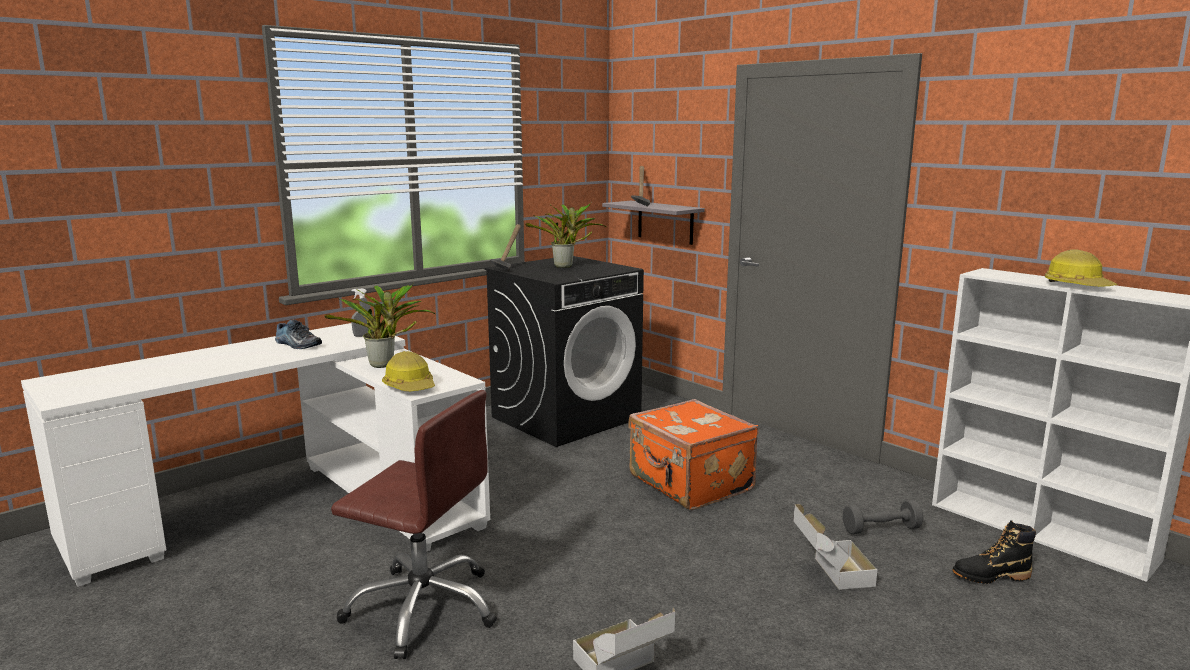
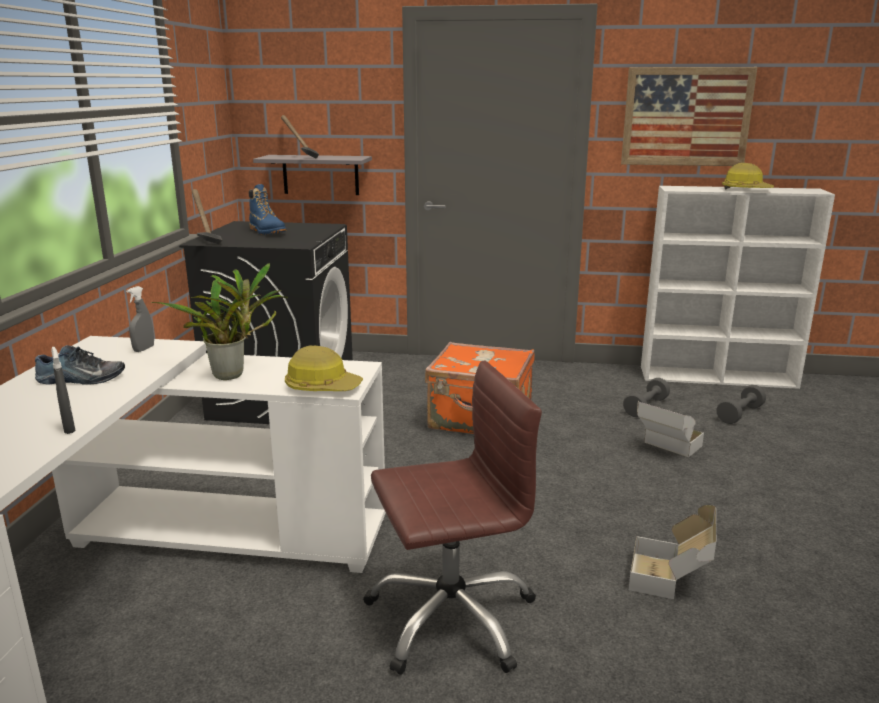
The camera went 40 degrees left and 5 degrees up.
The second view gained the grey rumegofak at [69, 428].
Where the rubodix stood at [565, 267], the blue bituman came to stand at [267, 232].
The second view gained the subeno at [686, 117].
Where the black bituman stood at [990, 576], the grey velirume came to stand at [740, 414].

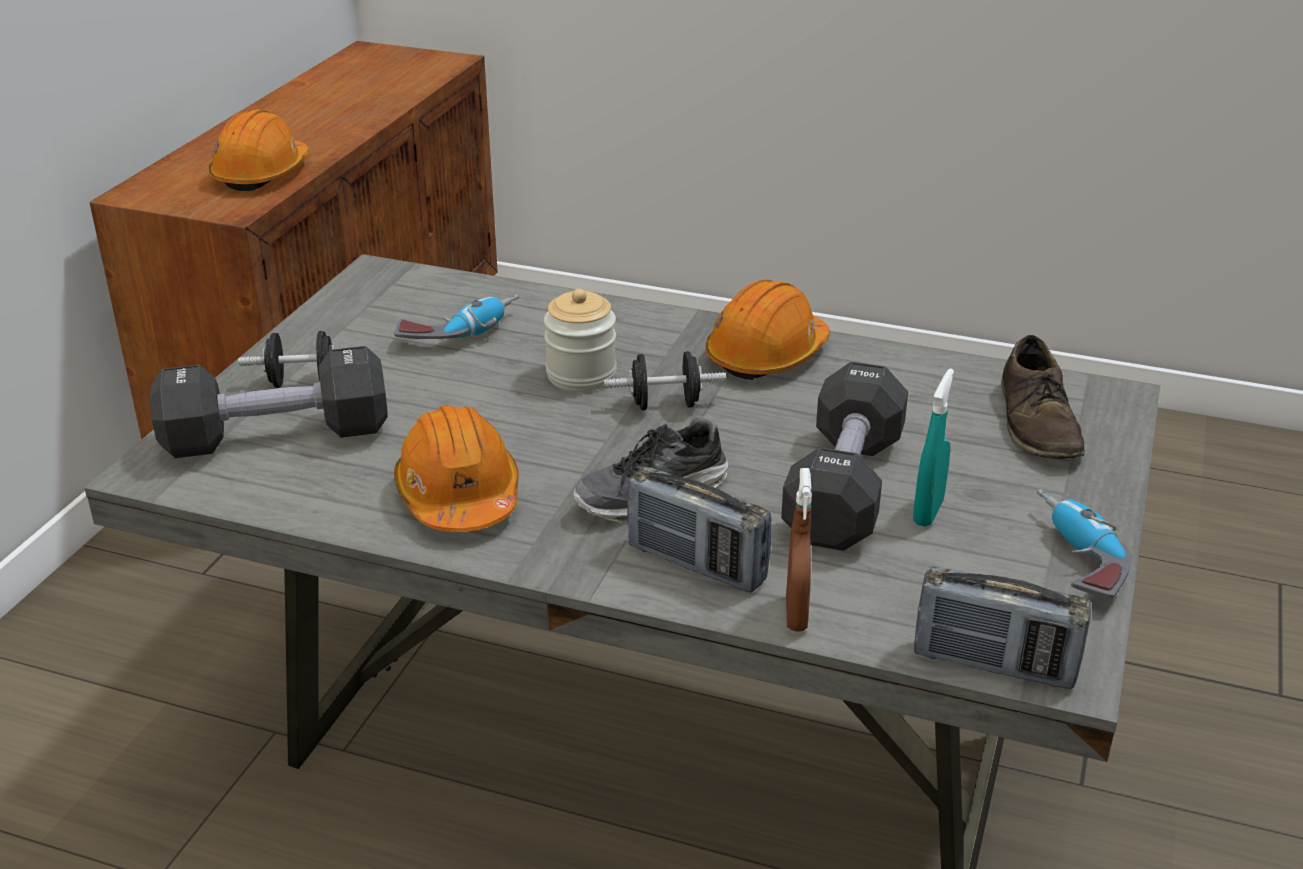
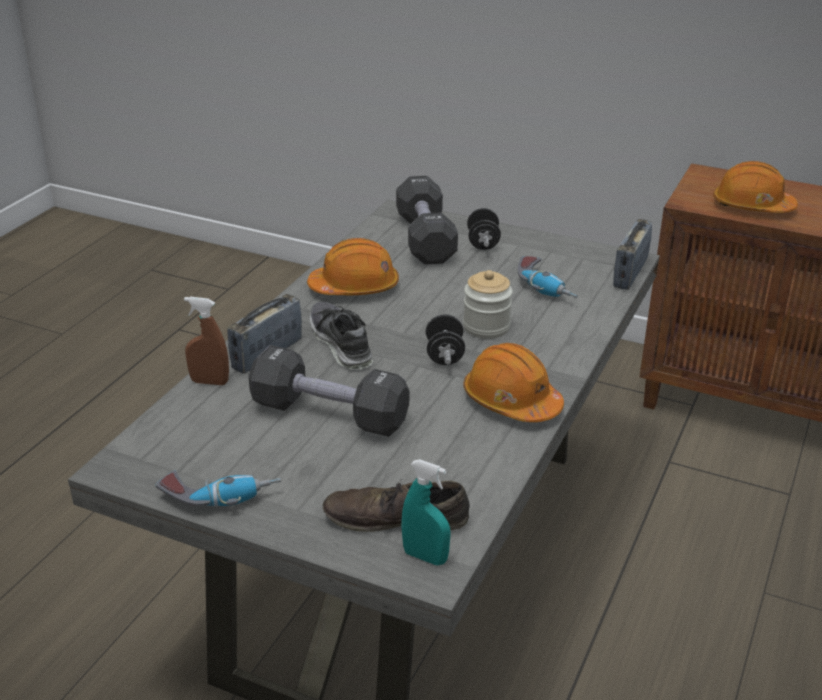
The camera went 95 degrees right and 0 degrees up.
The turquoise rumegofak ended up elsewhere, having gone from [928, 512] to [425, 557].
The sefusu ended up elsewhere, having gone from [994, 664] to [630, 273].

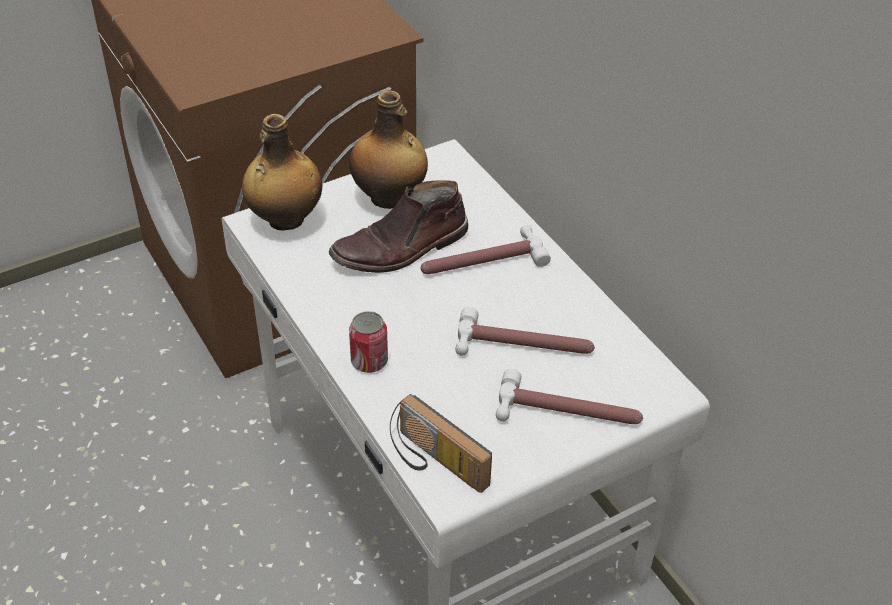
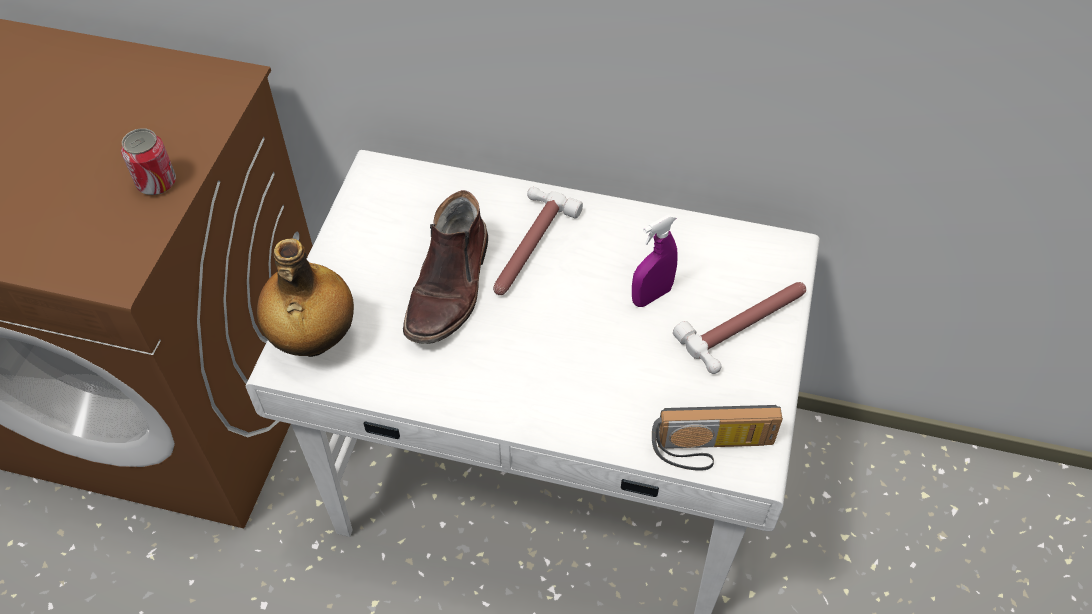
The camera went 45 degrees left and 10 degrees up.
The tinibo ended up elsewhere, having gone from [369, 361] to [156, 182].
Where the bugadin stood at [524, 346], the purple rumegofak came to stand at [651, 296].
The second view lost the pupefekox at [389, 198].

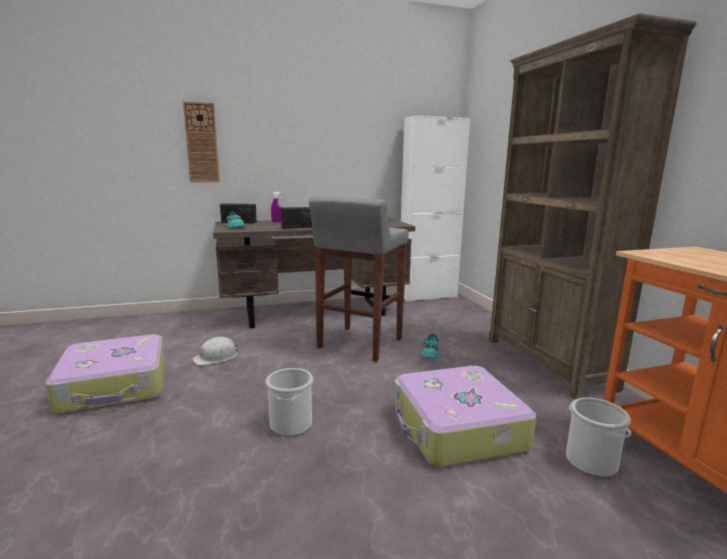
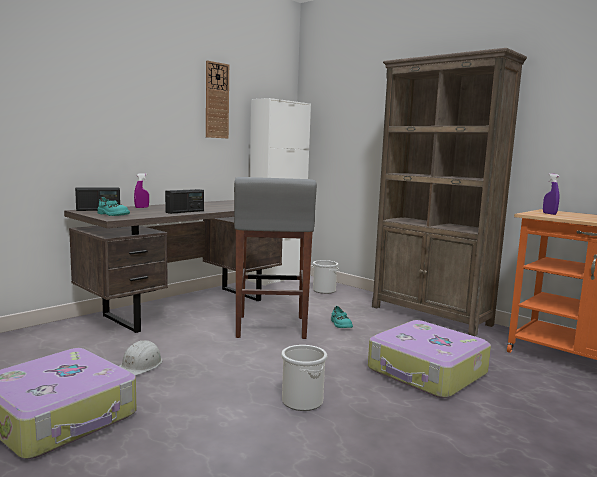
The camera went 30 degrees left and 5 degrees down.
The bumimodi ended up elsewhere, having gone from [202, 143] to [216, 100].
The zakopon ended up elsewhere, having gone from [591, 462] to [324, 290].
The second view gained the purple rumegofak at [549, 213].

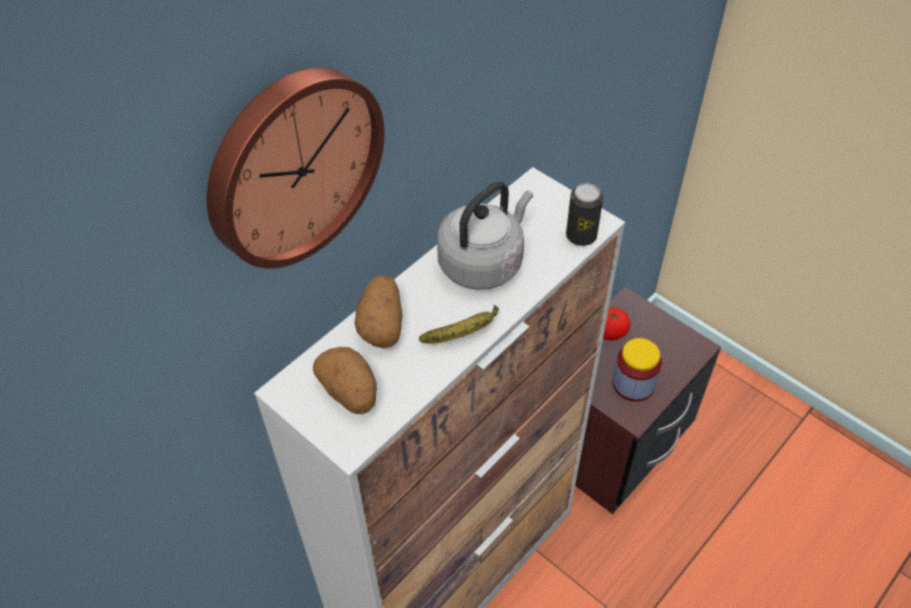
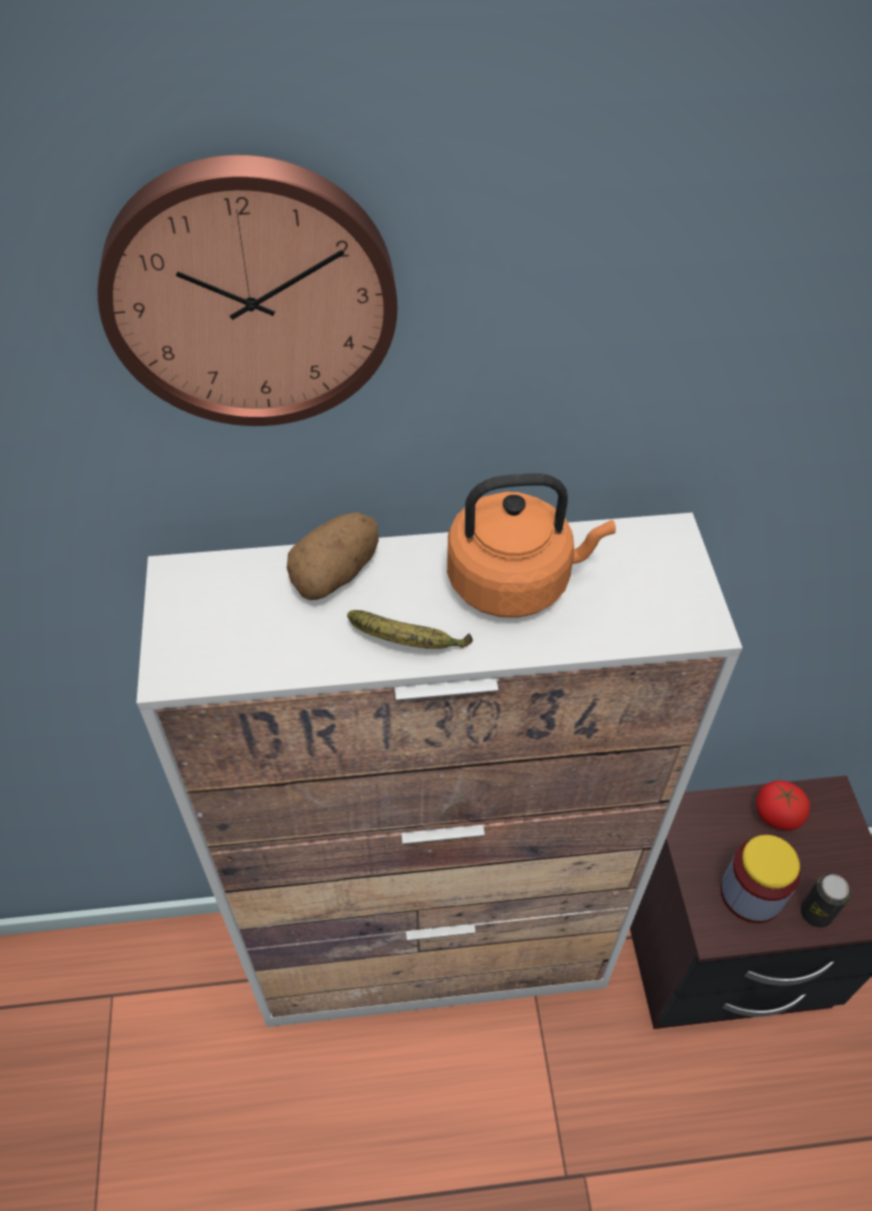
The camera went 40 degrees right and 0 degrees up.
What was the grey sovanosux at [483, 262] turned into the orange sovanosux at [515, 581].
The tinibo ended up elsewhere, having gone from [581, 236] to [815, 913].
The second view lost the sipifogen at [350, 393].

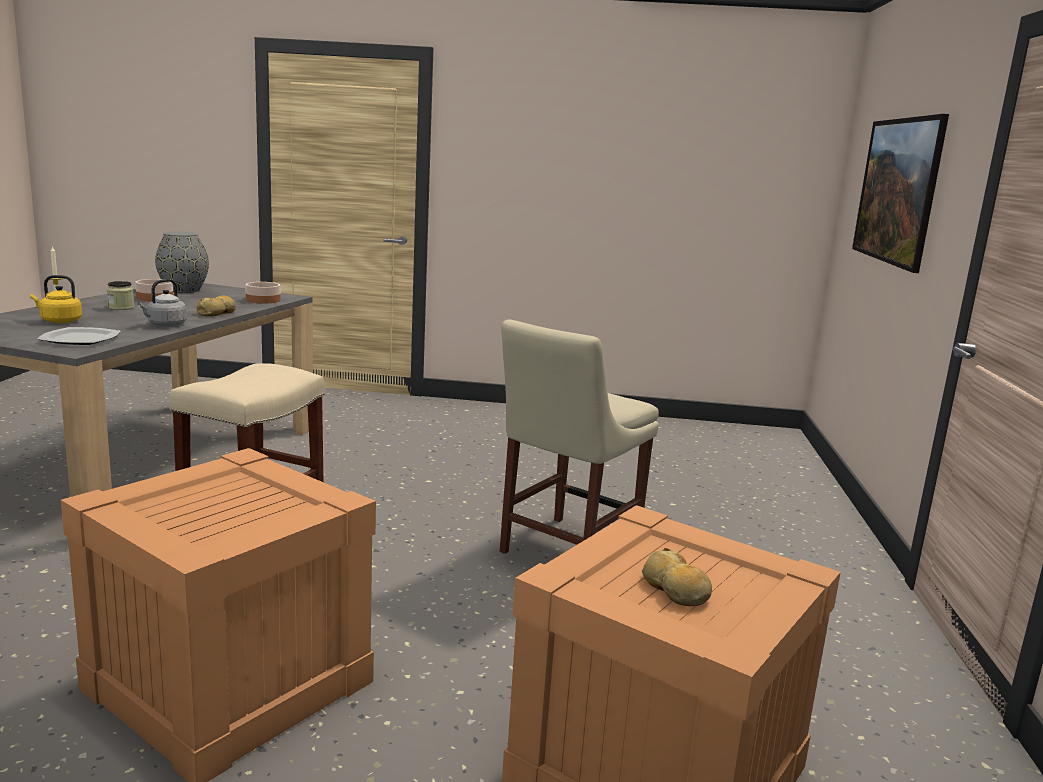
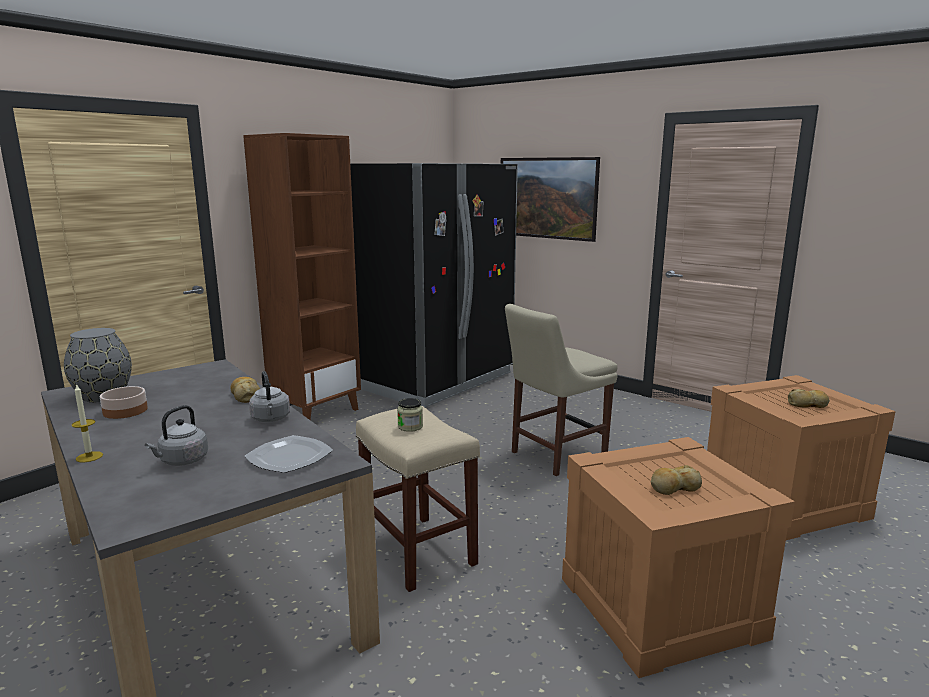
The camera went 55 degrees left and 0 degrees up.
What was the yellow sovanosux at [59, 321] turned into the grey sovanosux at [182, 461].
The second view gained the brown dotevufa at [316, 412].
The second view gained the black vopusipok at [434, 380].
The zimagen ended up elsewhere, having gone from [121, 308] to [410, 427].
The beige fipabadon at [565, 551] ended up facing another way, 75 degrees clockwise from before.
The second view gained the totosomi at [674, 487].
The second view lost the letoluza at [262, 300].

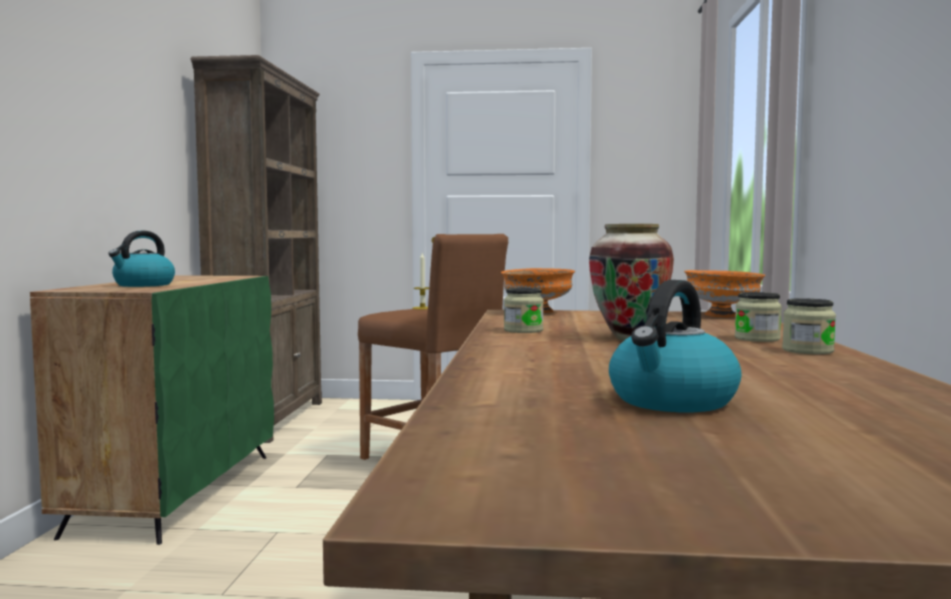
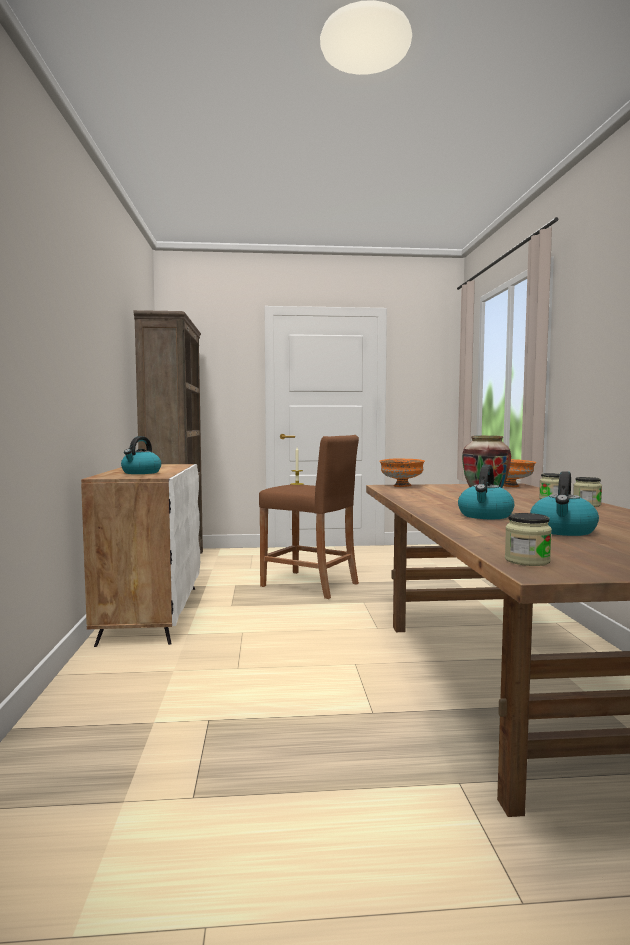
The camera went 10 degrees left and 0 degrees up.
What was the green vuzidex at [176, 491] turned into the white vuzidex at [151, 613].
The second view gained the sovanosux at [485, 516].
The zimagen ended up elsewhere, having gone from [523, 330] to [527, 561].

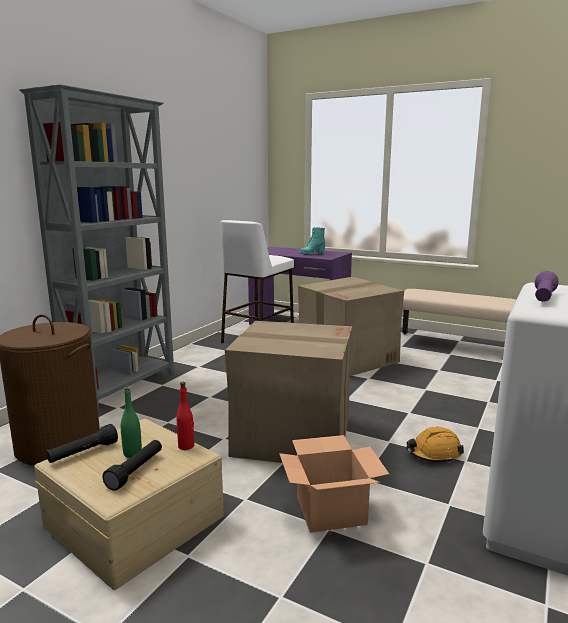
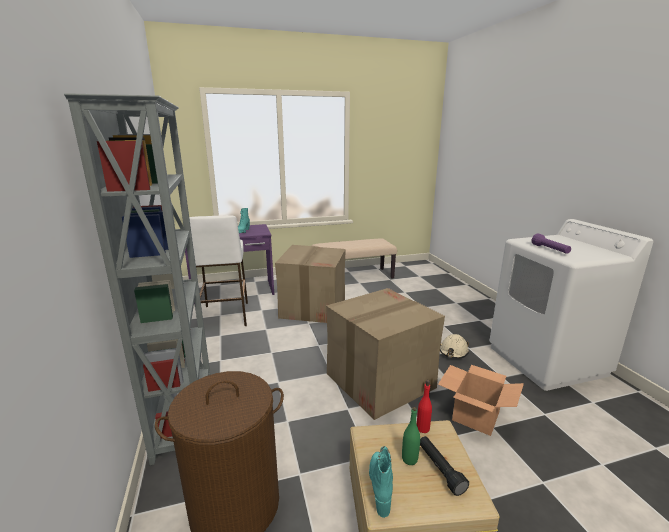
The camera went 45 degrees left and 5 degrees up.
Where the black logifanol stood at [83, 453], the turquoise bituman came to stand at [381, 486].
What was the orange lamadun at [434, 454] turned into the beige lamadun at [453, 352].

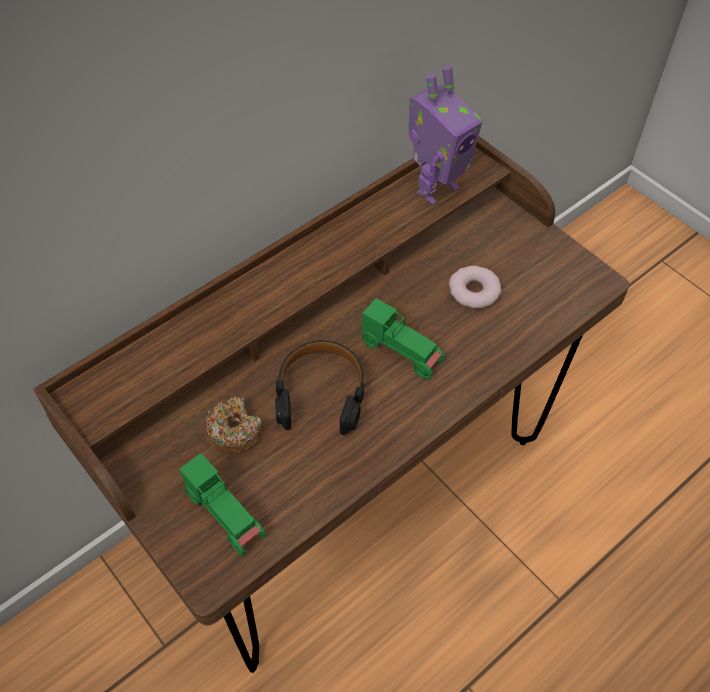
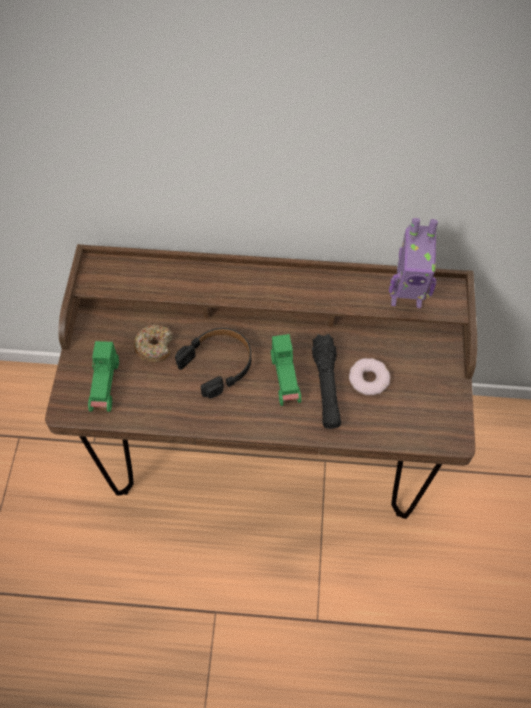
The camera went 45 degrees right and 5 degrees up.
The second view gained the black logifanol at [326, 386].

